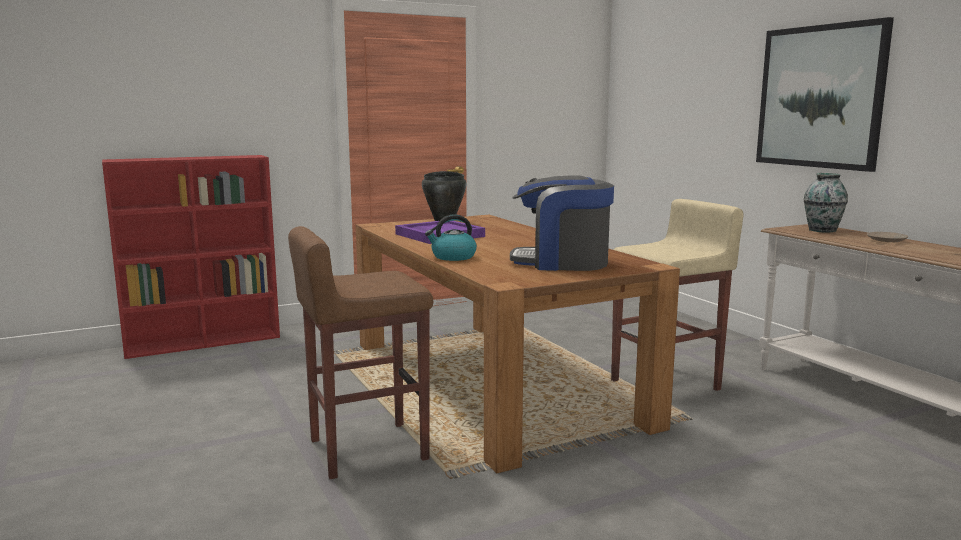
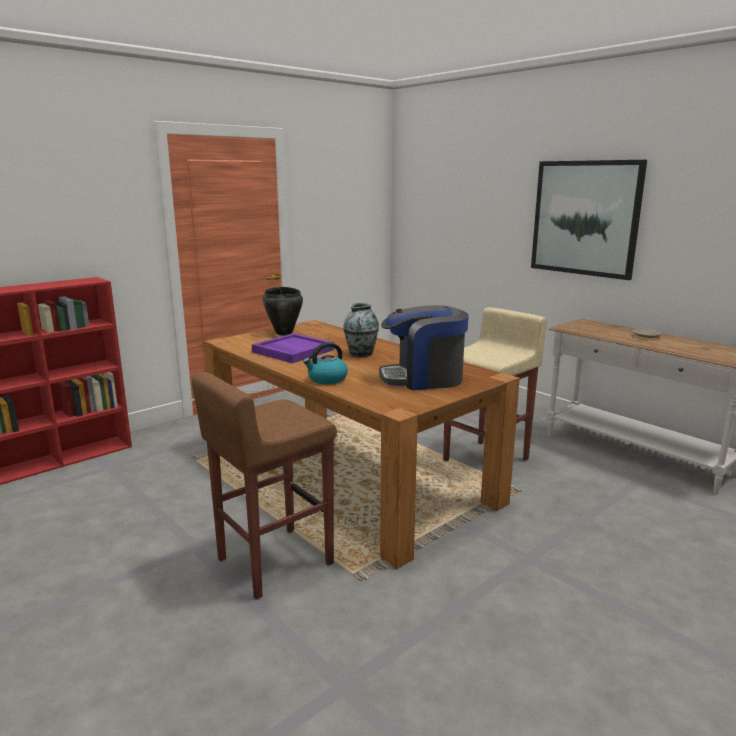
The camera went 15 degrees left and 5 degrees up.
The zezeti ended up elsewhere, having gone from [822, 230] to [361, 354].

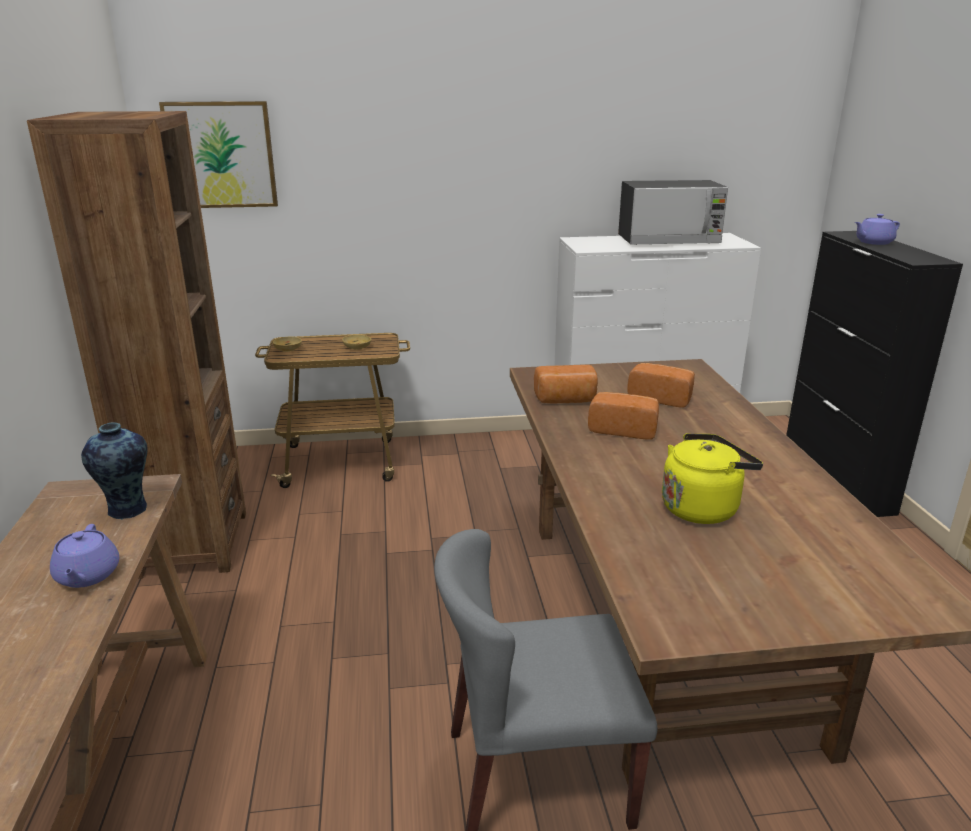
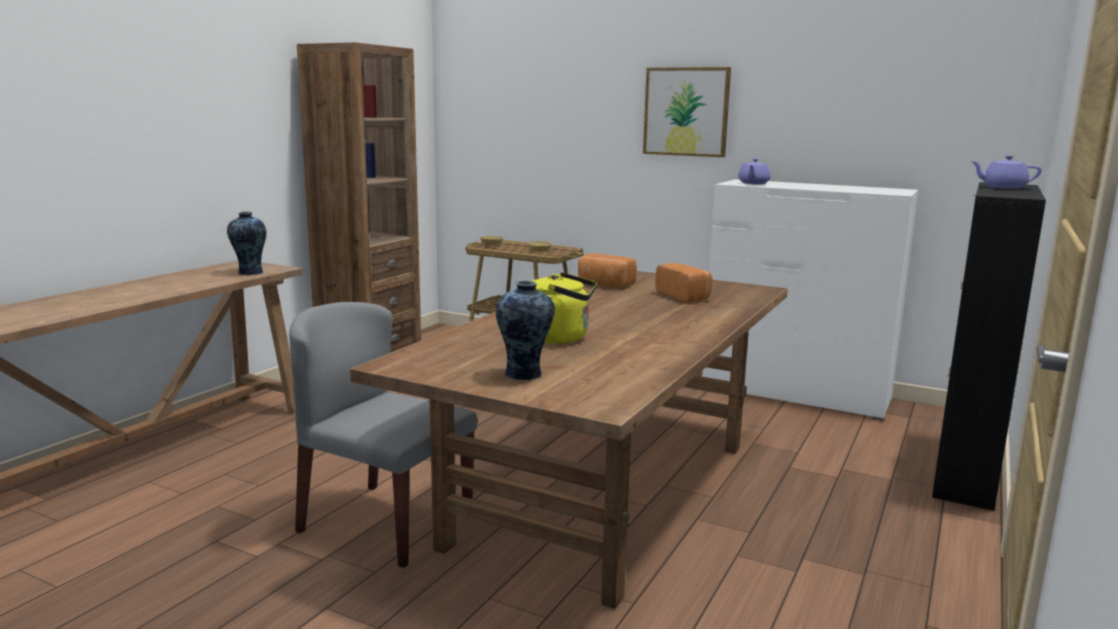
The camera went 35 degrees right and 10 degrees down.
The second view gained the zezeti at [525, 375].
The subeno ended up elsewhere, having gone from [221, 155] to [686, 112].
The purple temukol ended up elsewhere, having gone from [87, 576] to [753, 183].
The second view lost the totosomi at [623, 429].
The second view lost the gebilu at [669, 240].

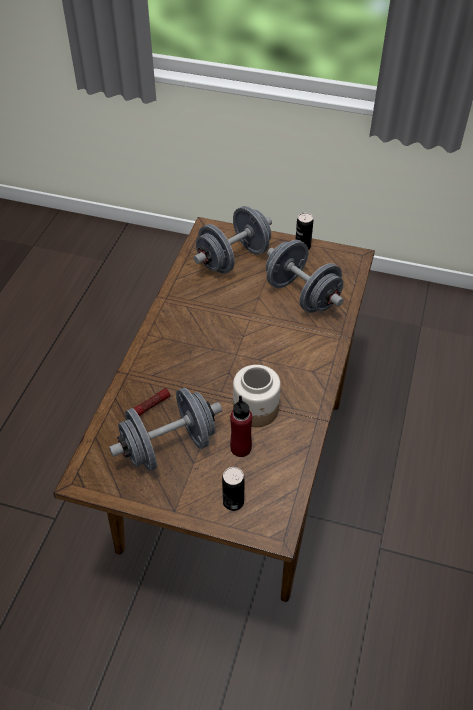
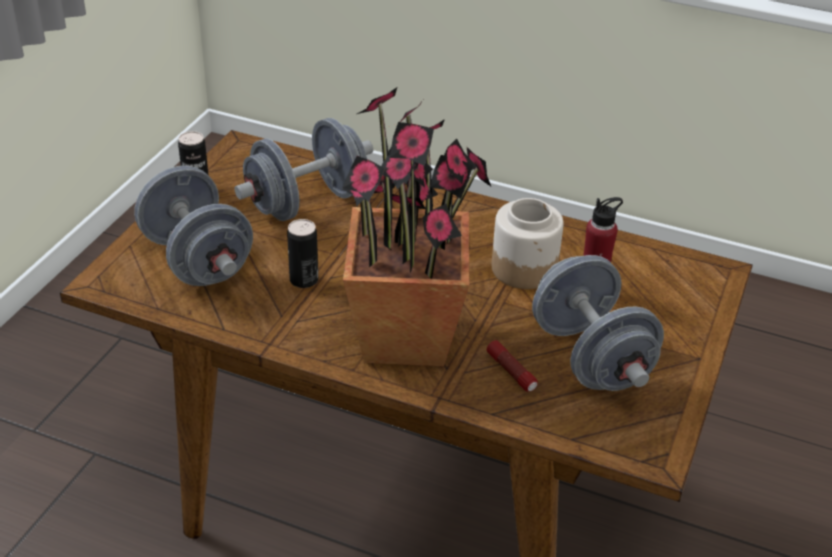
The camera went 85 degrees left and 10 degrees down.
The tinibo ended up elsewhere, having gone from [233, 502] to [304, 280].
The second view gained the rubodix at [407, 337].

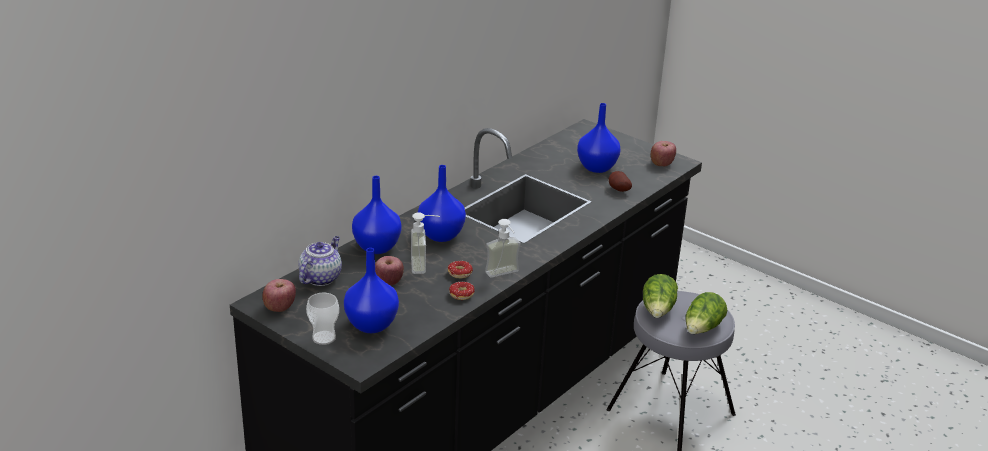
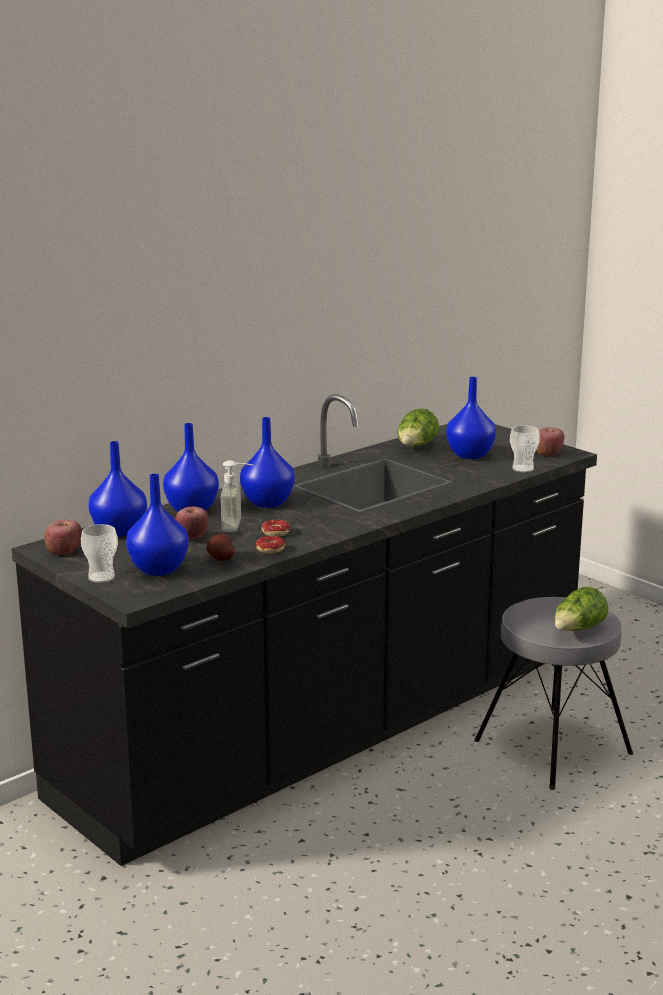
The camera went 10 degrees right and 10 degrees down.
Where the temukol stood at [320, 277], the blue zezeti came to stand at [119, 531].
The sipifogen ended up elsewhere, having gone from [618, 190] to [220, 559].
The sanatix ended up elsewhere, having gone from [658, 310] to [416, 447].
The second view gained the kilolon at [523, 469].
The second view lost the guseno at [505, 275].

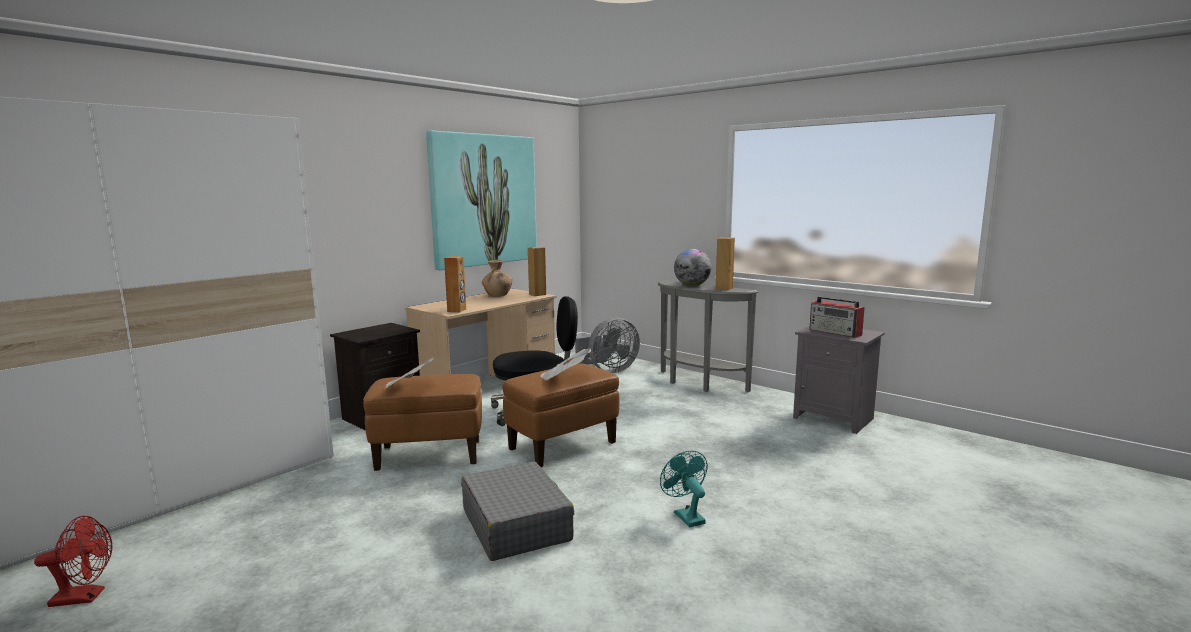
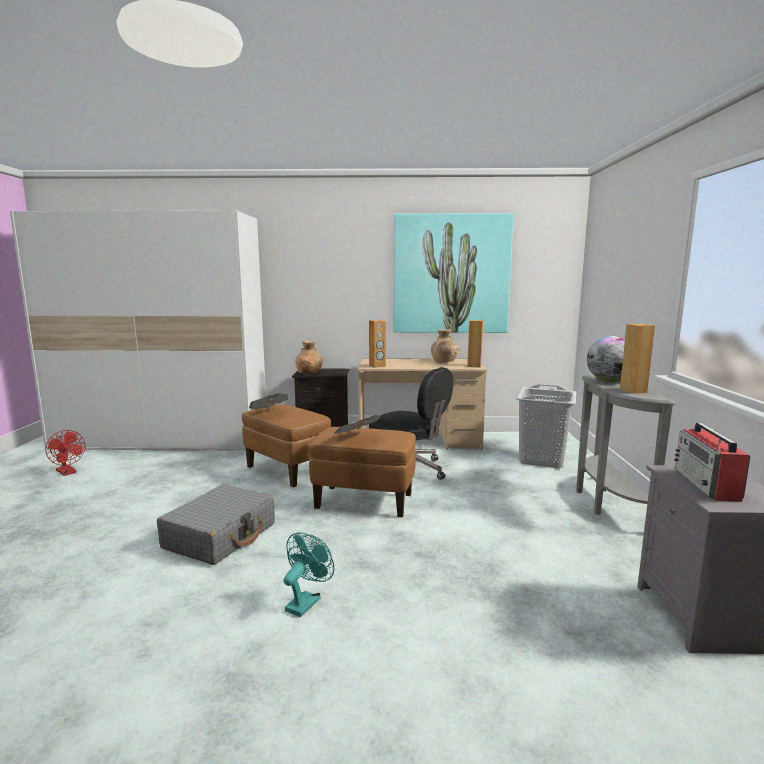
The camera went 50 degrees right and 0 degrees up.
The second view gained the brown zezeti at [309, 373].
Where the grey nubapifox stood at [608, 370], the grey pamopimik came to stand at [542, 459].

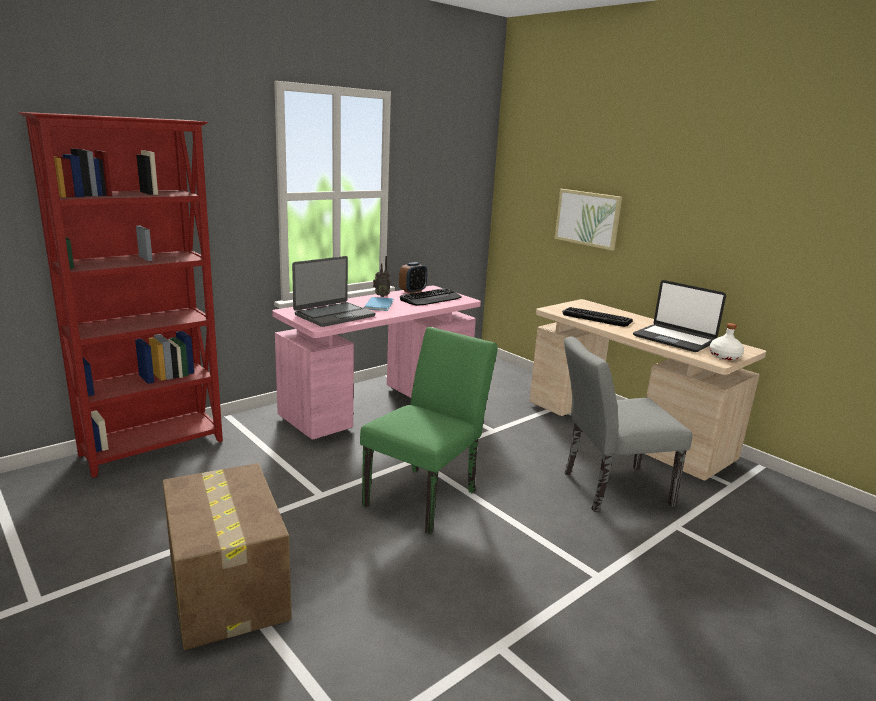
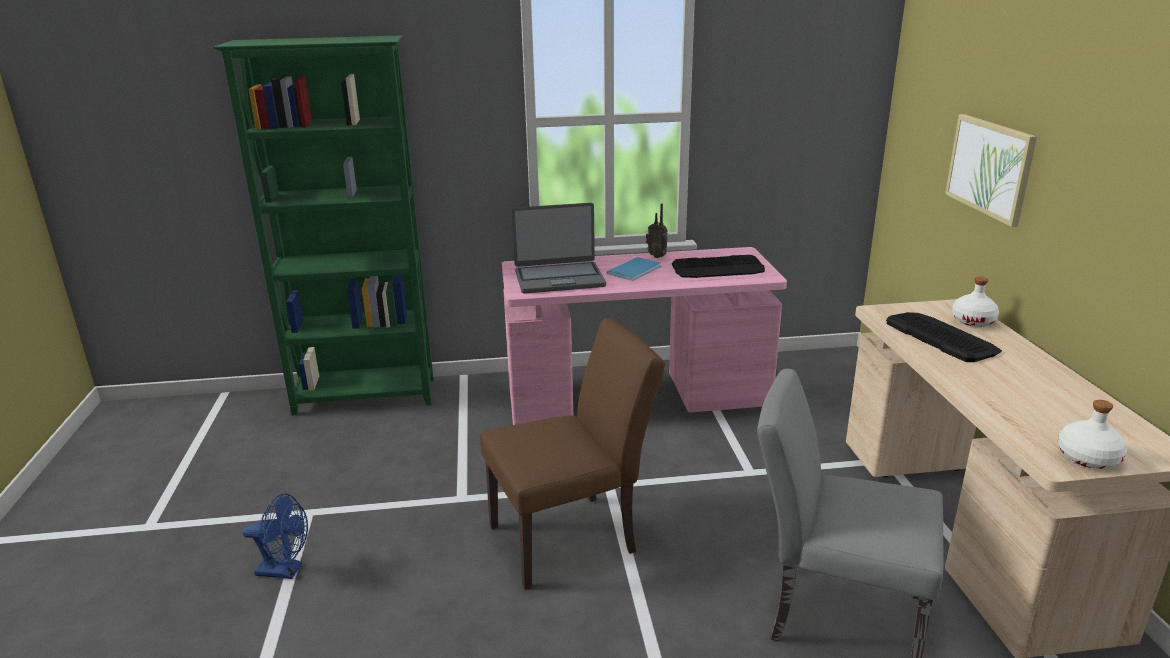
The camera went 35 degrees right and 5 degrees up.
What was the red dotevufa at [154, 448] turned into the green dotevufa at [366, 397].
Where the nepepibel stood at [227, 586], the blue nubapifox came to stand at [286, 570].
What was the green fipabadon at [426, 495] turned into the brown fipabadon at [573, 536].
The second view gained the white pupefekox at [973, 320].
The second view lost the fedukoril at [412, 291].
The second view lost the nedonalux at [674, 339].

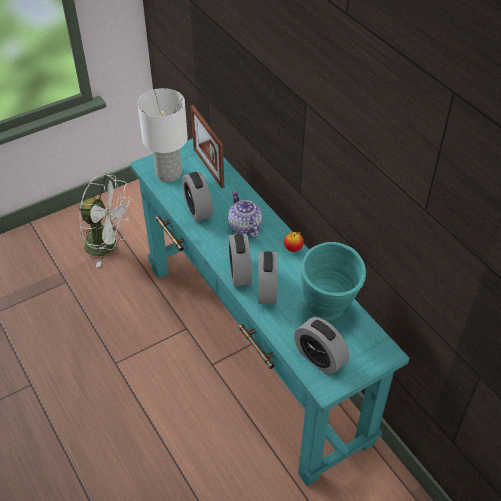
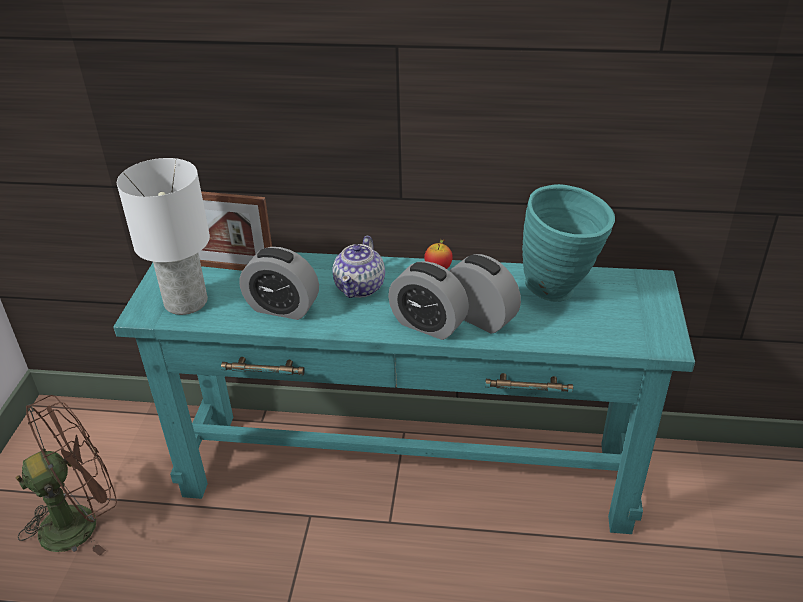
The camera went 50 degrees left and 10 degrees down.
What was the white nubapifox at [108, 245] turned into the brown nubapifox at [81, 521].
The temukol at [244, 227] ended up facing another way, 90 degrees counterclockwise from before.
The second view lost the fedukoril at [319, 358].

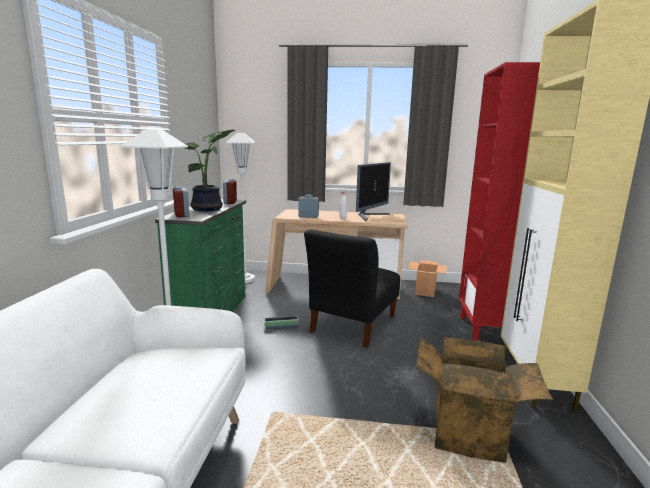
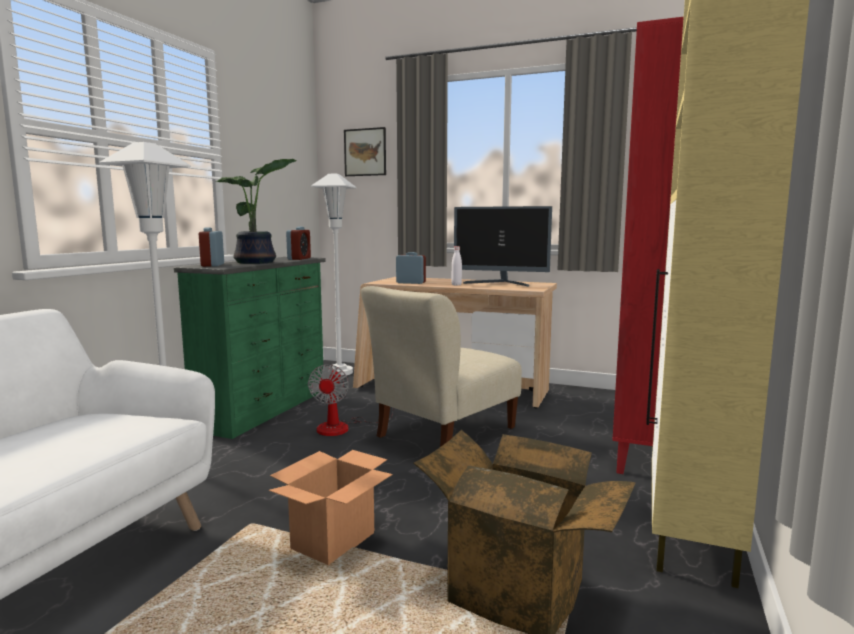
The camera went 15 degrees right and 5 degrees down.
The nepepibel ended up elsewhere, having gone from [425, 291] to [333, 540].
Where the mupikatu stood at [281, 326], the nubapifox came to stand at [344, 427].
The second view gained the subeno at [365, 152].
What was the black fipabadon at [352, 326] turned into the beige fipabadon at [443, 434].
The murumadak at [370, 216] ended up facing another way, 60 degrees clockwise from before.

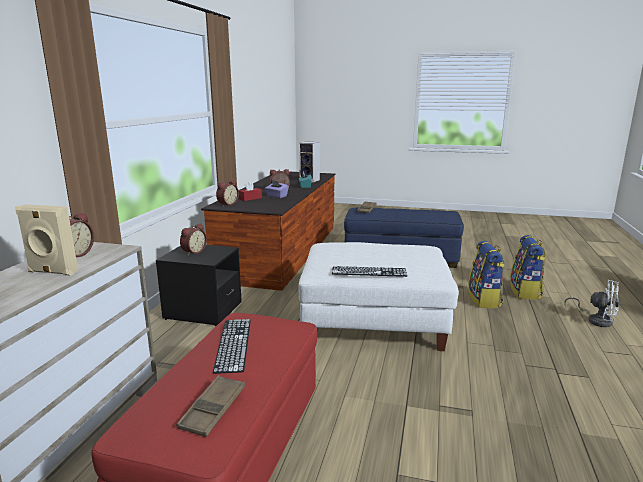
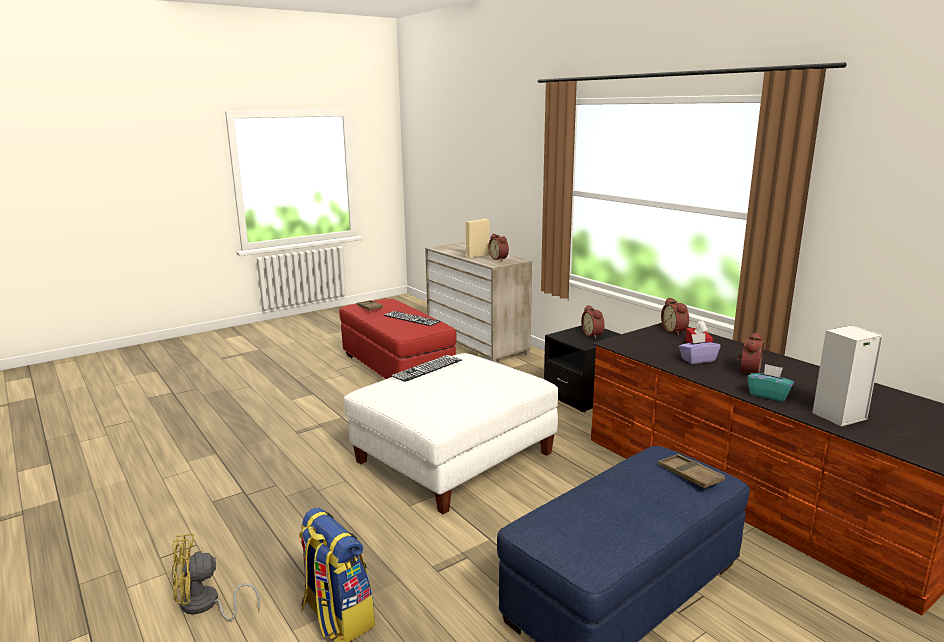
The camera went 130 degrees right and 0 degrees up.
What was the white nubapifox at [596, 320] turned into the yellow nubapifox at [205, 605].
The second view lost the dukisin at [484, 300].

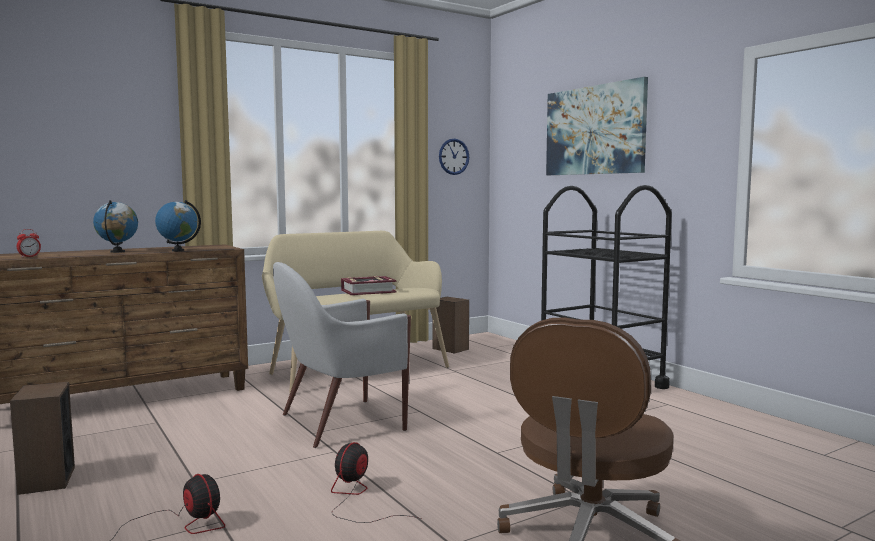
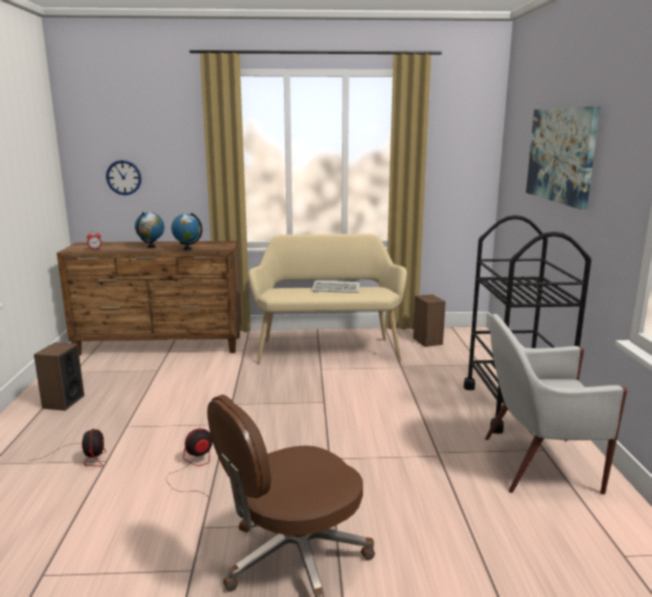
The camera went 30 degrees right and 10 degrees up.
The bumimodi ended up elsewhere, having gone from [453, 156] to [123, 177].
Where the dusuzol stood at [368, 291], the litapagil came to stand at [337, 289].
The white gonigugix ended up elsewhere, having gone from [339, 423] to [536, 464].

